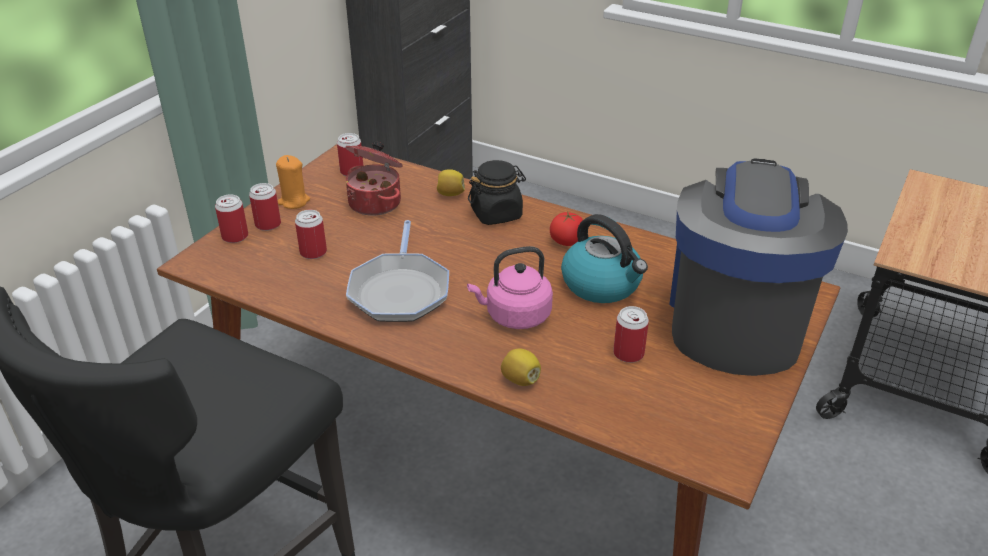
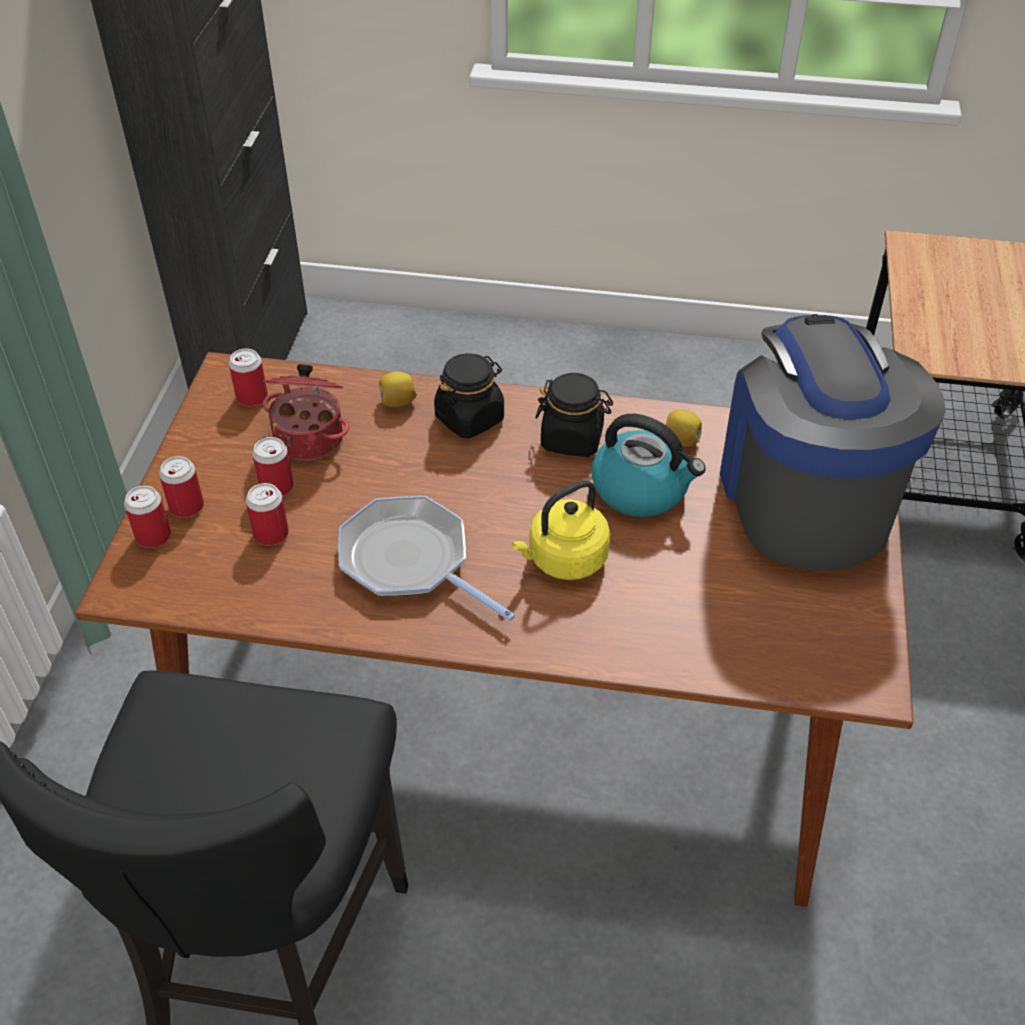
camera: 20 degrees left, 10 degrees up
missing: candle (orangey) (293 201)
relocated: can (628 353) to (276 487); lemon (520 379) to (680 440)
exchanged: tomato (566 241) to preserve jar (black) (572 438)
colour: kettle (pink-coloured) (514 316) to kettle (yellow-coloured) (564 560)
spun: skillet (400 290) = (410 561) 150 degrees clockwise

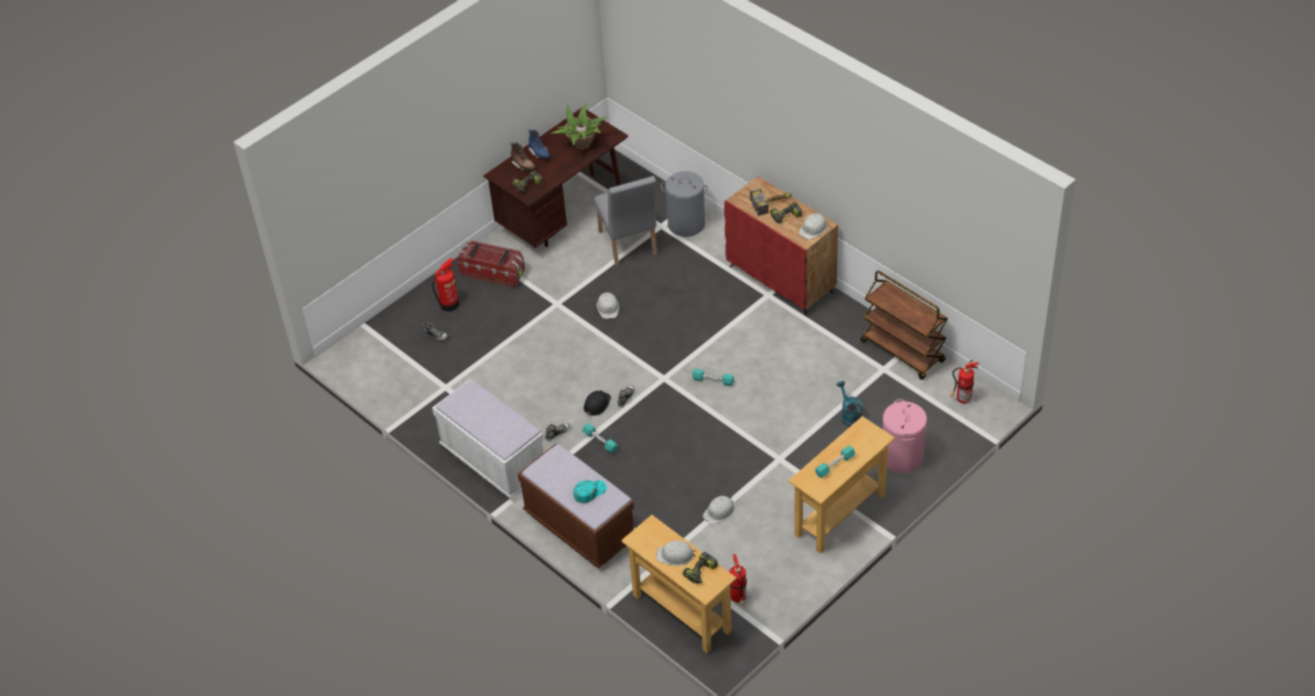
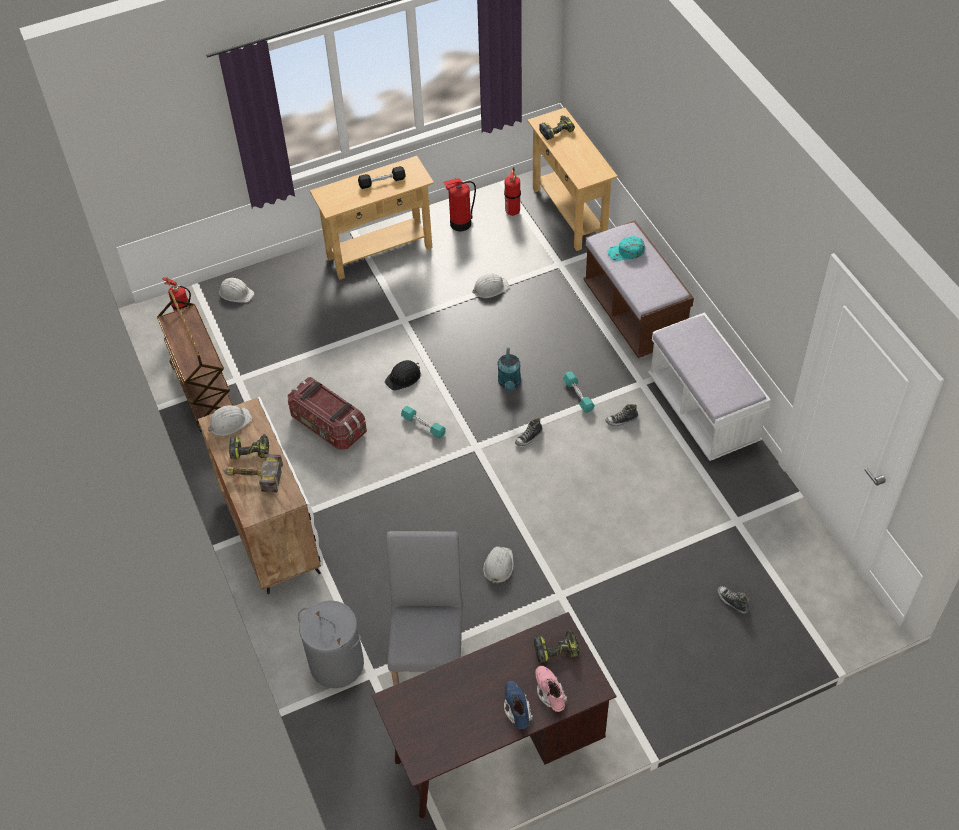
camera: 160 degrees left, 5 degrees up
missing: plant in a pot (582 144); laundry basket (pink-coloured) (902 457)
relocated: work helmet (whitish) (675 555) to (236 293); storage bin (493 273) to (328 425); work helmet (black) (596 404) to (403 377); fire-fighting cylinder (450 304) to (460 224); watering pot (blue-green) (849 415) to (509 383)
colour: storage cabinet (reddish) (781 279) to storage cabinet (whitish) (270 530); dumbbell (blue-green) (835 465) to dumbbell (black) (382 182); tall boot (brown-coloured) (523 165) to tall boot (pink-coloured) (550 692)

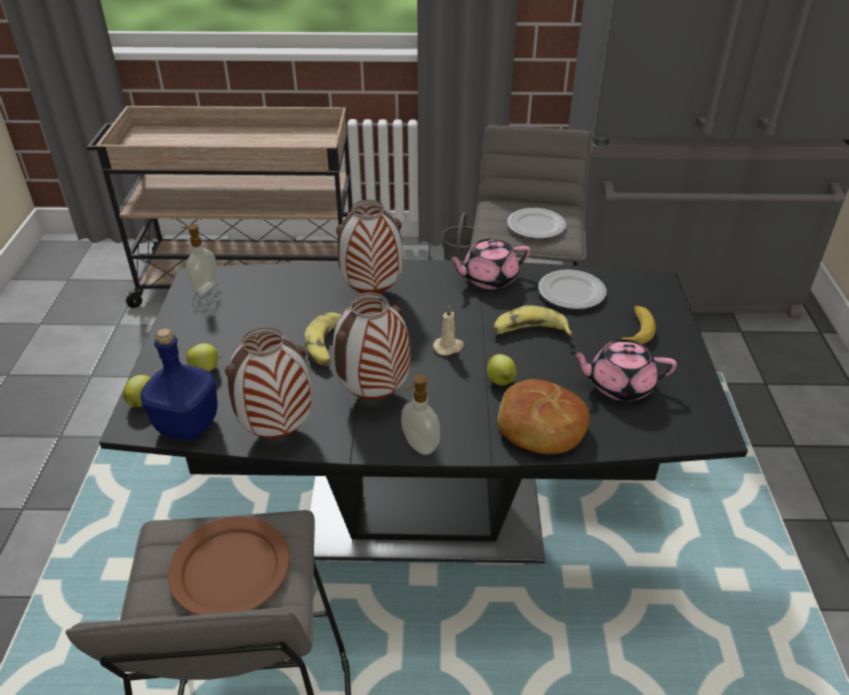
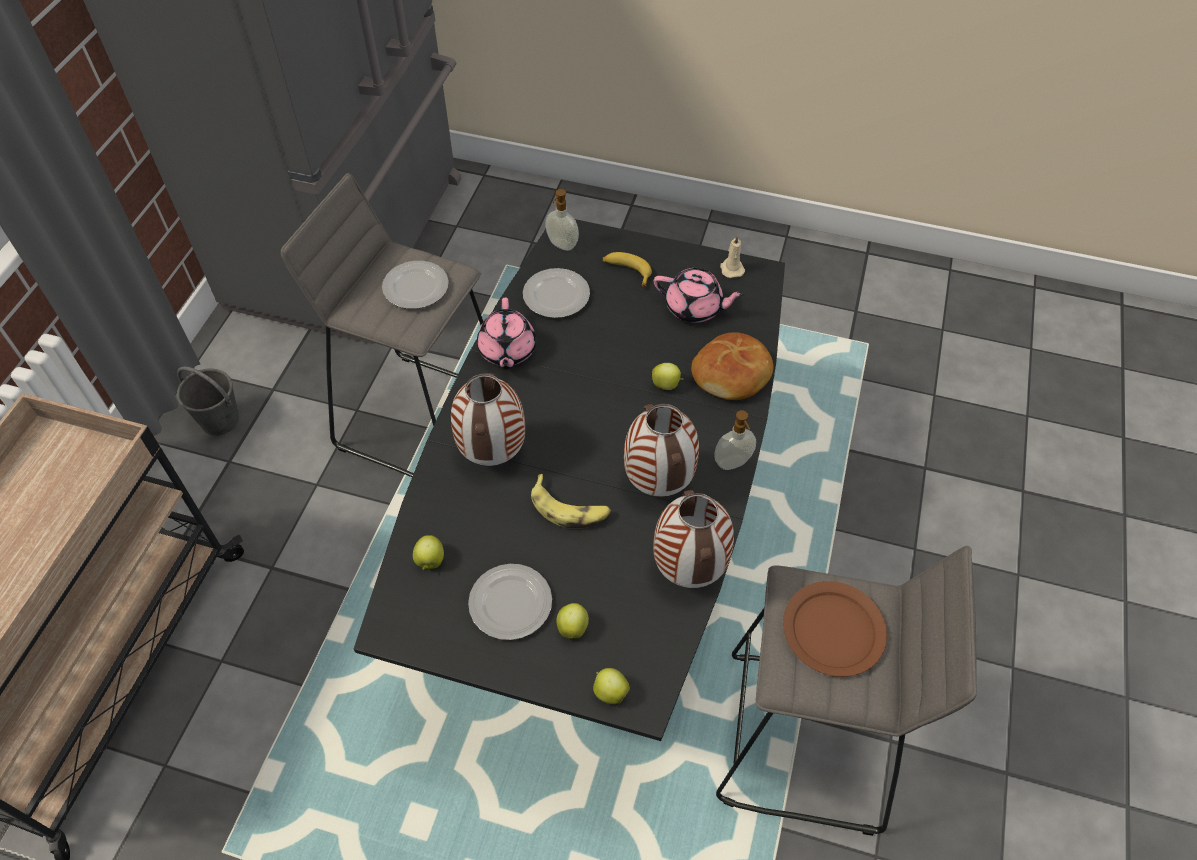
camera: 75 degrees left, 15 degrees up
missing: drink bottle (blue-coloured) (189 425); banana fruit (529 331)
appeared: apple fruit (430 561); flat dish (509 604)
relocated: liquid soap bottle (204 287) to (561 245); candle (sand-coloured) (449 347) to (731 268)
spun: teapot (pink-coloured) (619 385) = (694 308) 90 degrees counterclockwise

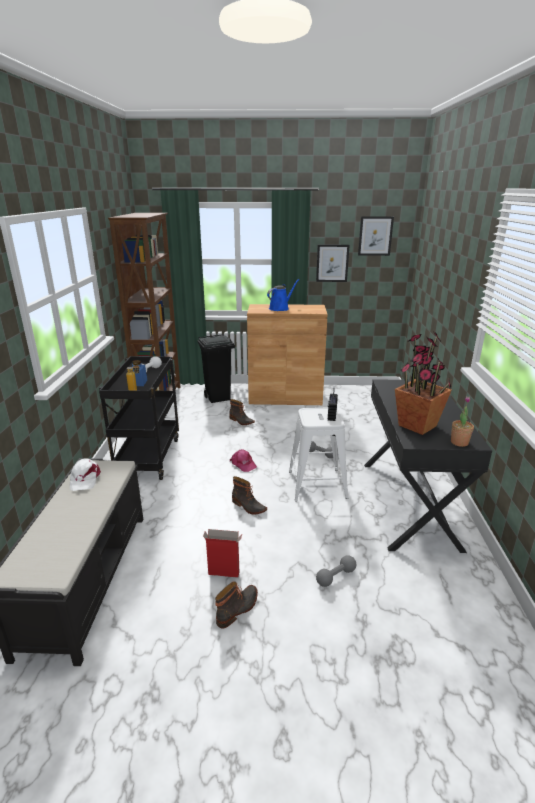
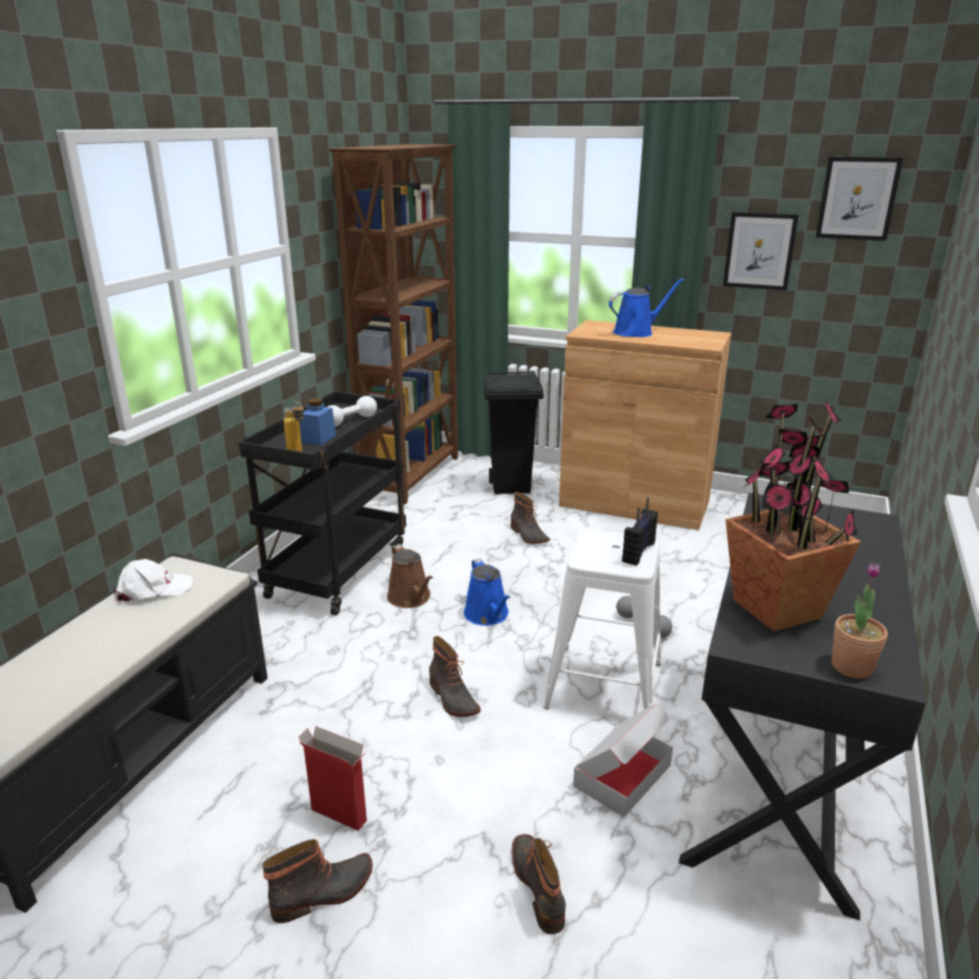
camera: 20 degrees right, 0 degrees up
appeared: watering pot (brown-coloured) (411 598); packing box (622 775)
exchanged: baseball cap (pink-coloured) (243 464) to watering pot (blue-coloured) (488 615); dumbbell (gray) (336 576) to tall boot (540 886)
spun: baseball cap (whitish) (84 479) = (152 589) 120 degrees counterclockwise

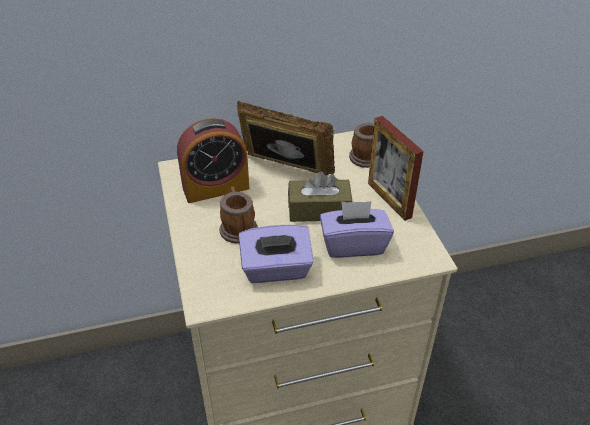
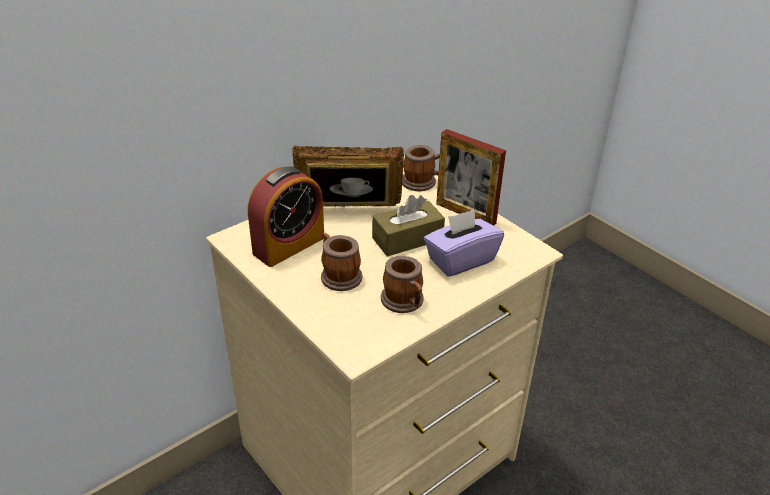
camera: 25 degrees left, 5 degrees down
exchanged: tissue holder (purplish) (276 270) to coffee mug (405 302)

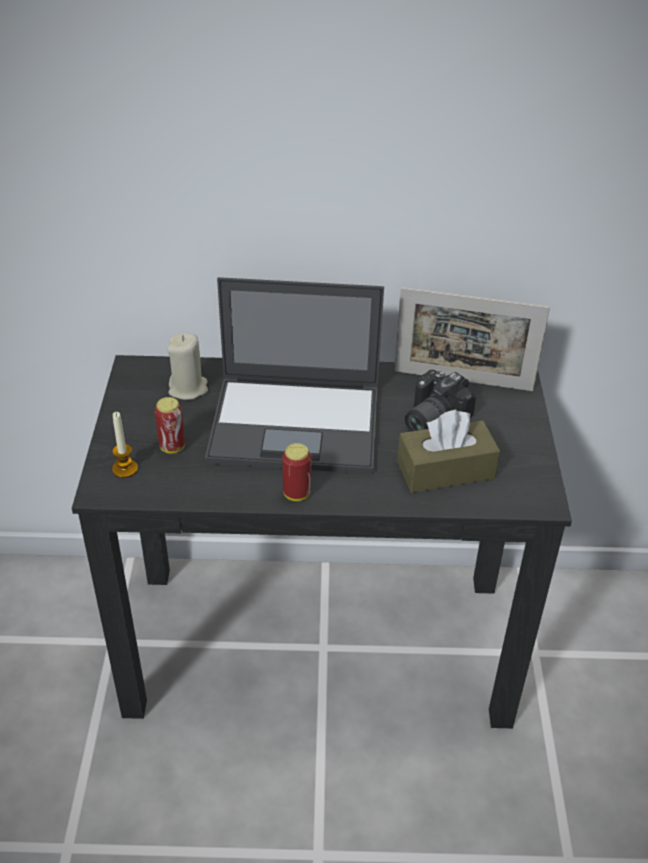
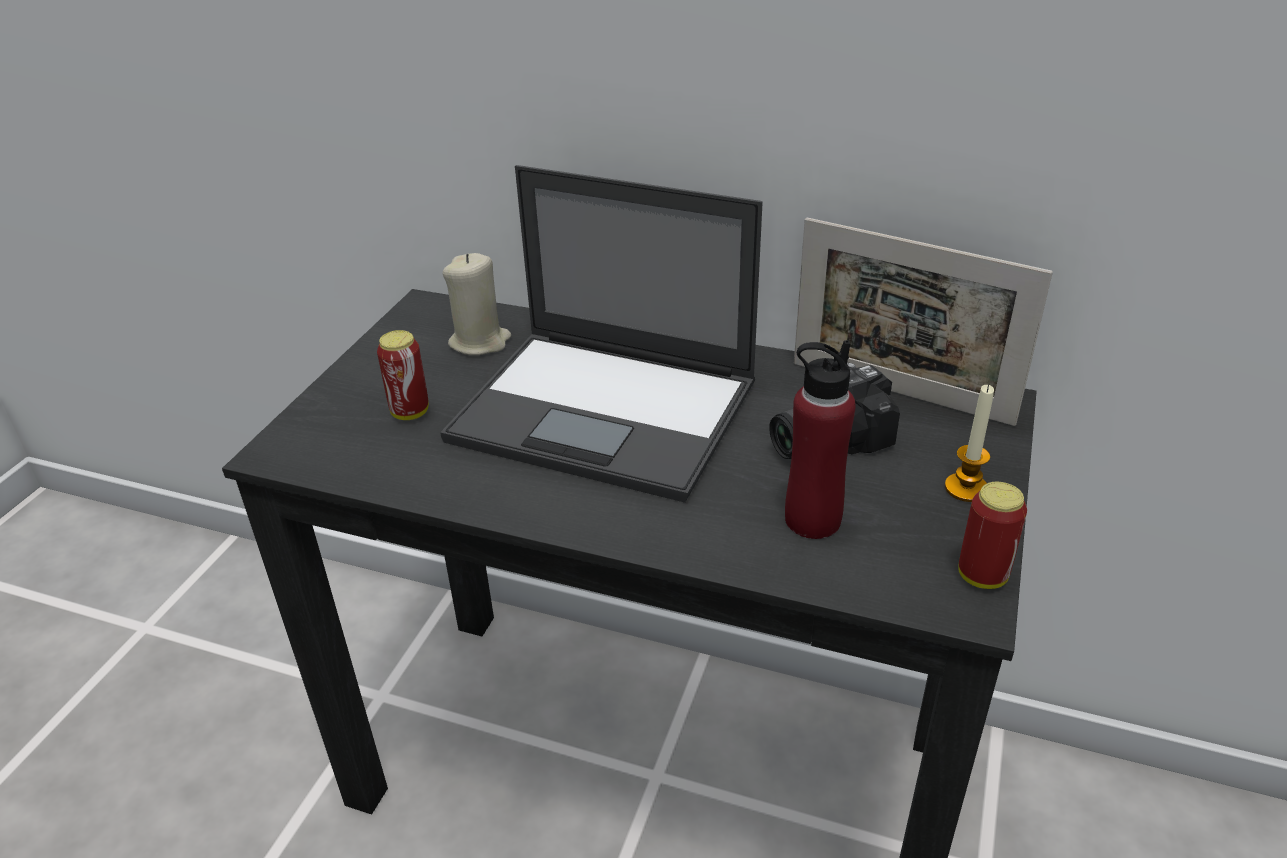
camera: 20 degrees right, 5 degrees down
relocated: candle (125 469) to (966 488); can (296 494) to (982 576)
exchanged: tissue holder (brown-coloured) (445 470) to drink bottle (reddish) (812 520)

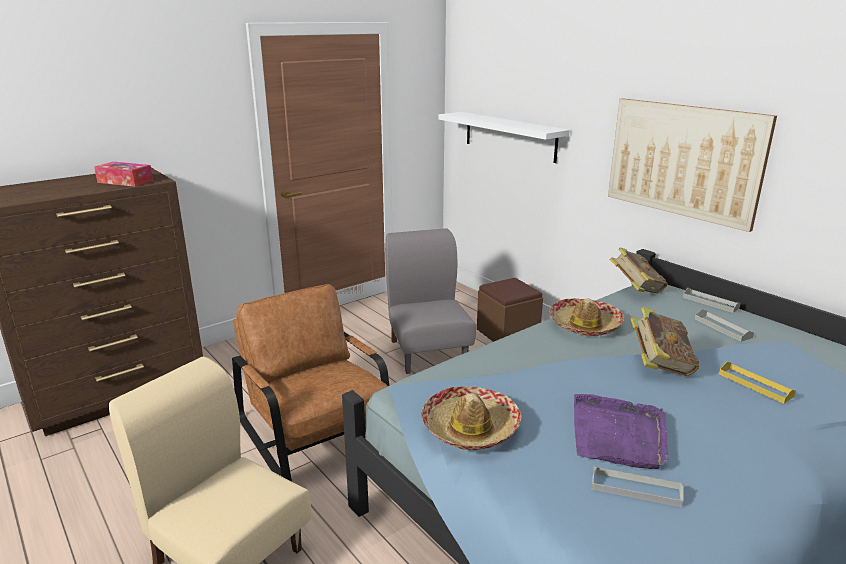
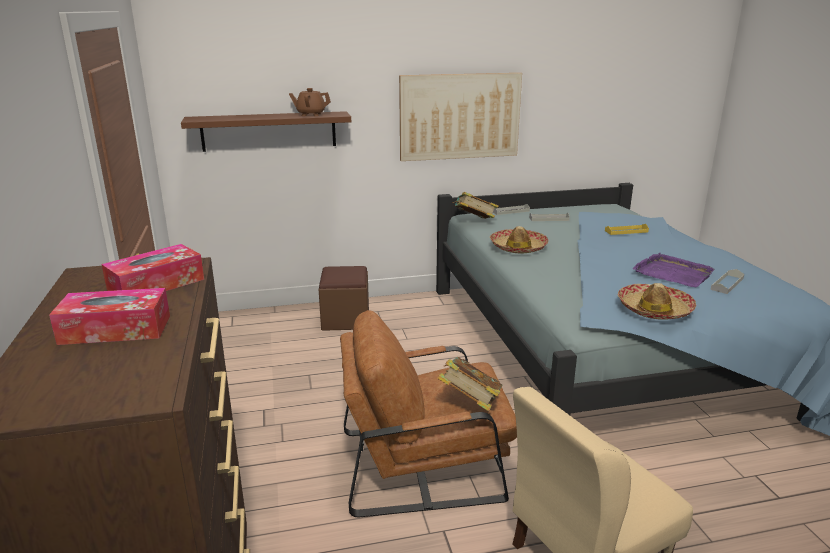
camera: 65 degrees left, 0 degrees up
missing: chair (gray) (428 352)
appeared: tissue holder (116 329); teapot (brown-coloured) (311 114)
relocated: bound book (659 365) to (469 403)
colour: bracket shelf (whitish) (509 136) to bracket shelf (brown-coloured) (269 131)

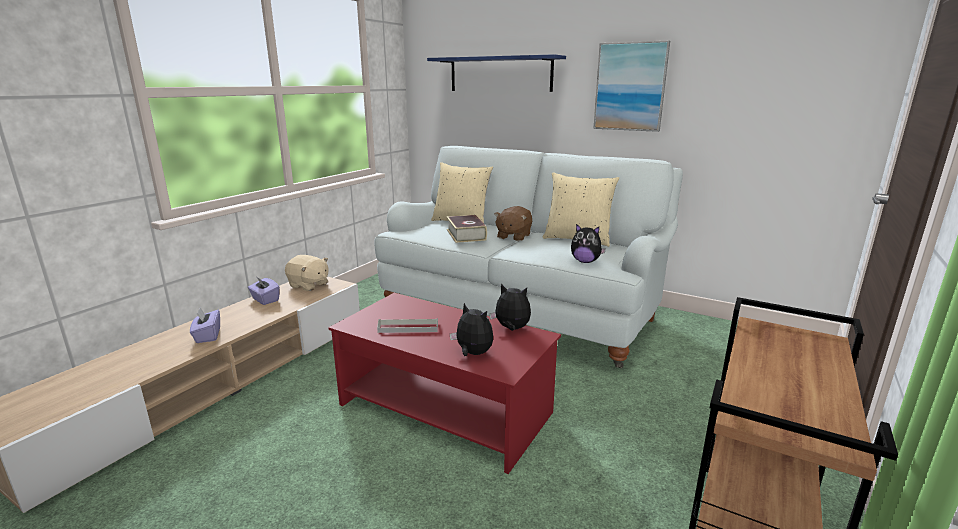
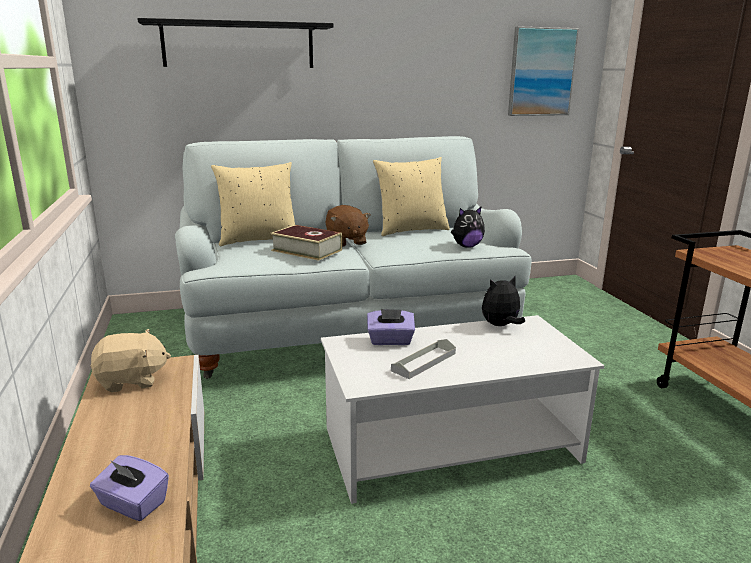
camera: 45 degrees left, 0 degrees up
missing: soft toy (472 353)
relocated: tissue holder (purplish) (265 300) to (390 341); picture (630 87) to (541 72)
colour: bracket shelf (blue-coloured) (500 74) to bracket shelf (black) (239 45); coffee table (reddish) (446 409) to coffee table (whitish) (452 444)

